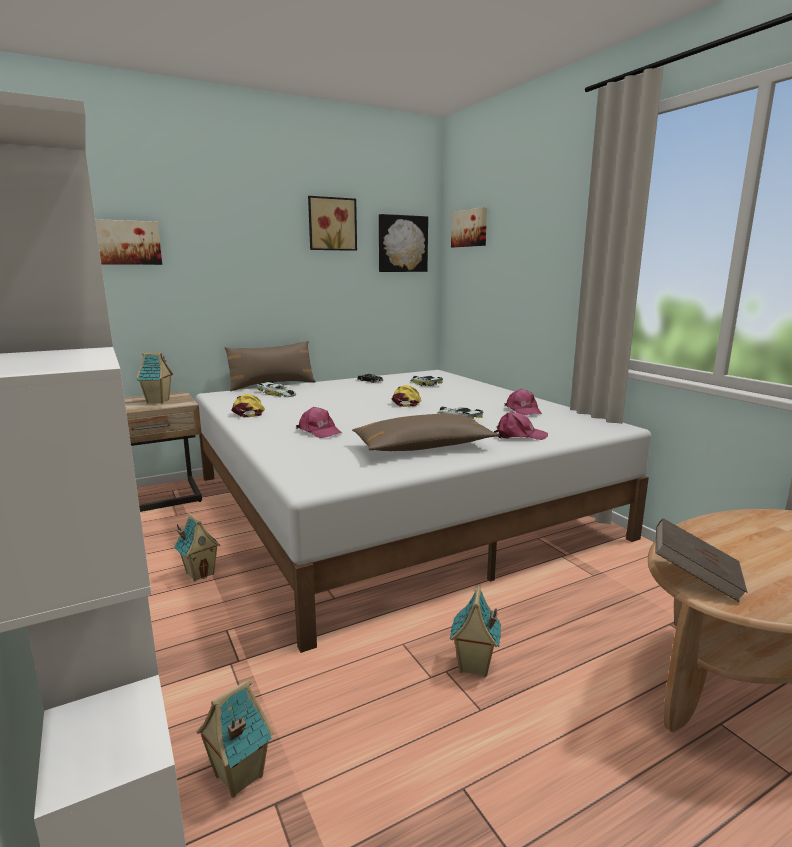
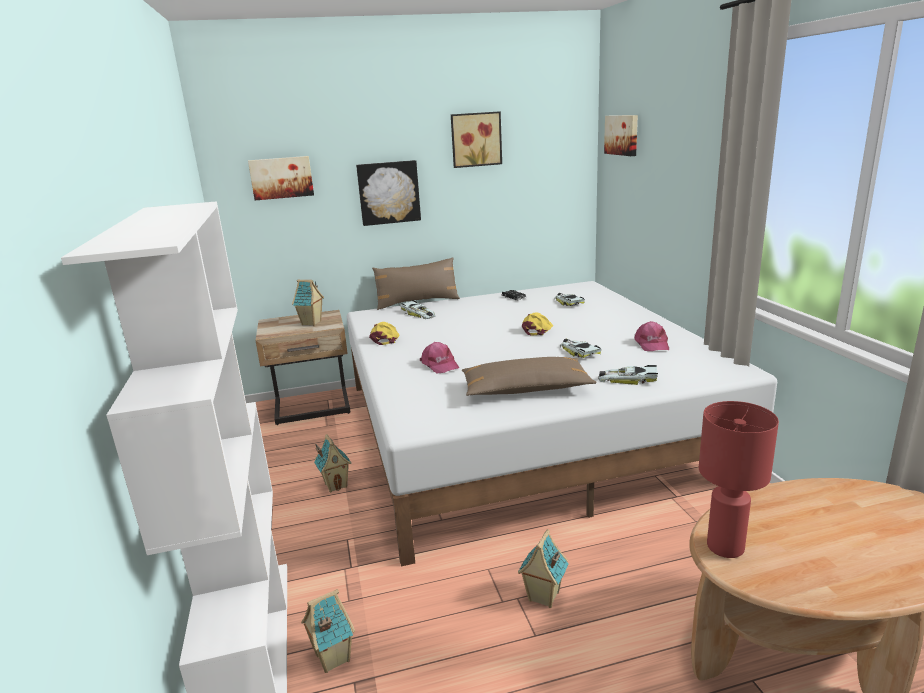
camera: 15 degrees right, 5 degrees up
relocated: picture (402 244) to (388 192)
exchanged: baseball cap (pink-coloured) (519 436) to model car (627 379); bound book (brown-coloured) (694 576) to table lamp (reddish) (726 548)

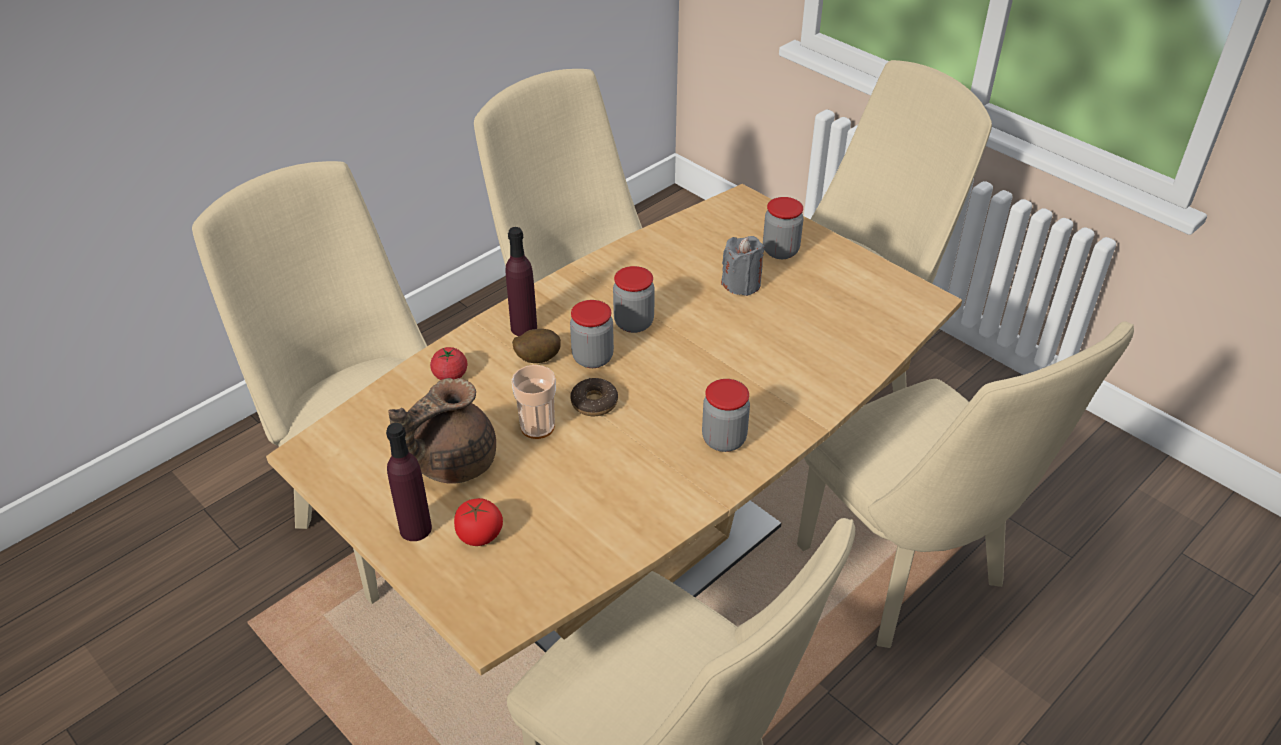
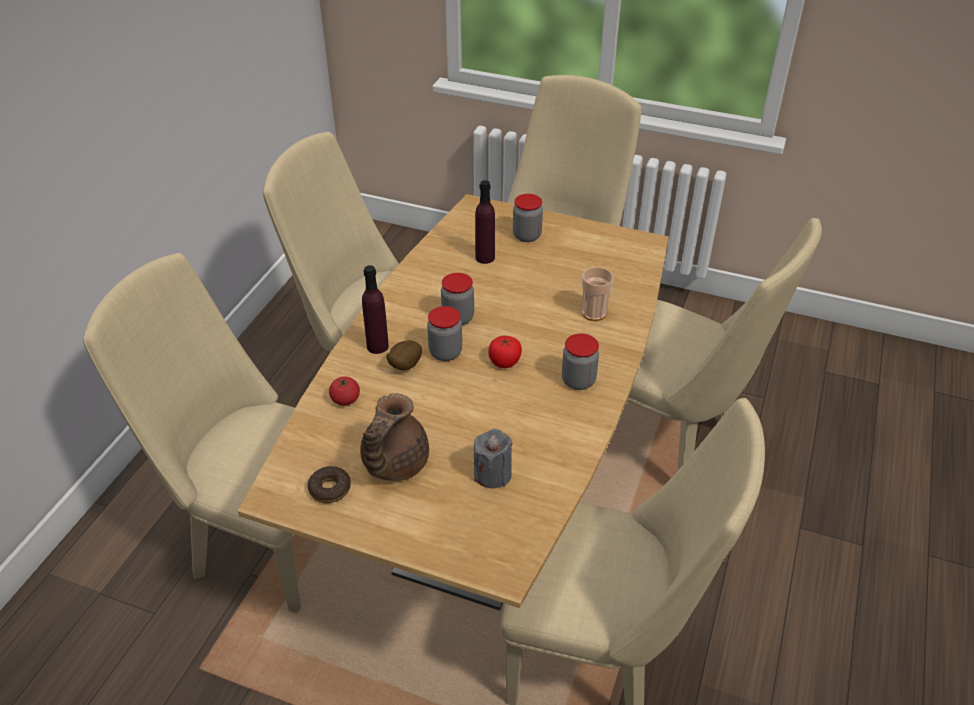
camera: 25 degrees left, 0 degrees up
relocated: ring doughnut (594 403) to (330 489); candle (gray) (741 284) to (492 474); drink bottle (purplish) (415 528) to (485 257); tomato (479 535) to (504 362); drinking cup (537 427) to (594 313)

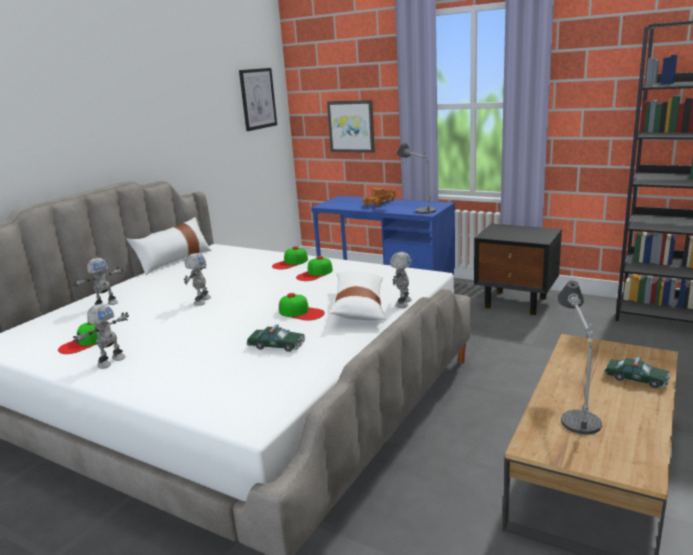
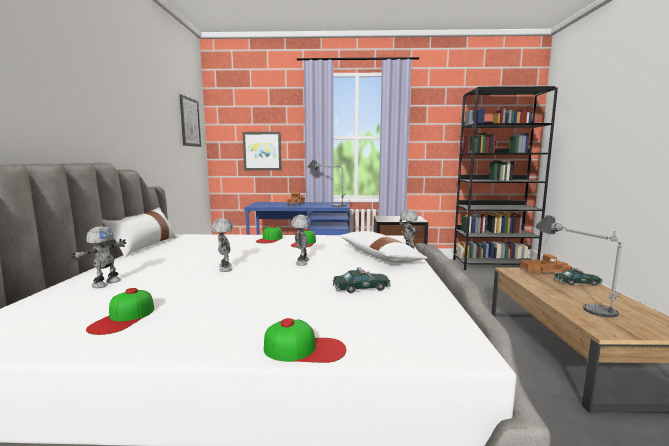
camera: 30 degrees left, 10 degrees down
appeared: toy truck (544 271)
relocated: baseball cap (301 312) to (305 349); toy robot (110 361) to (301 262)

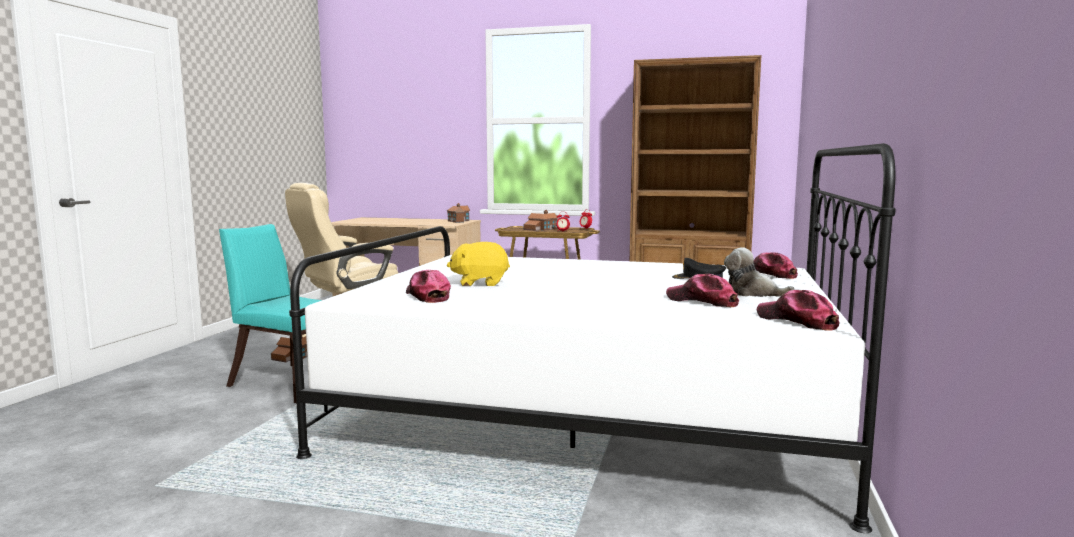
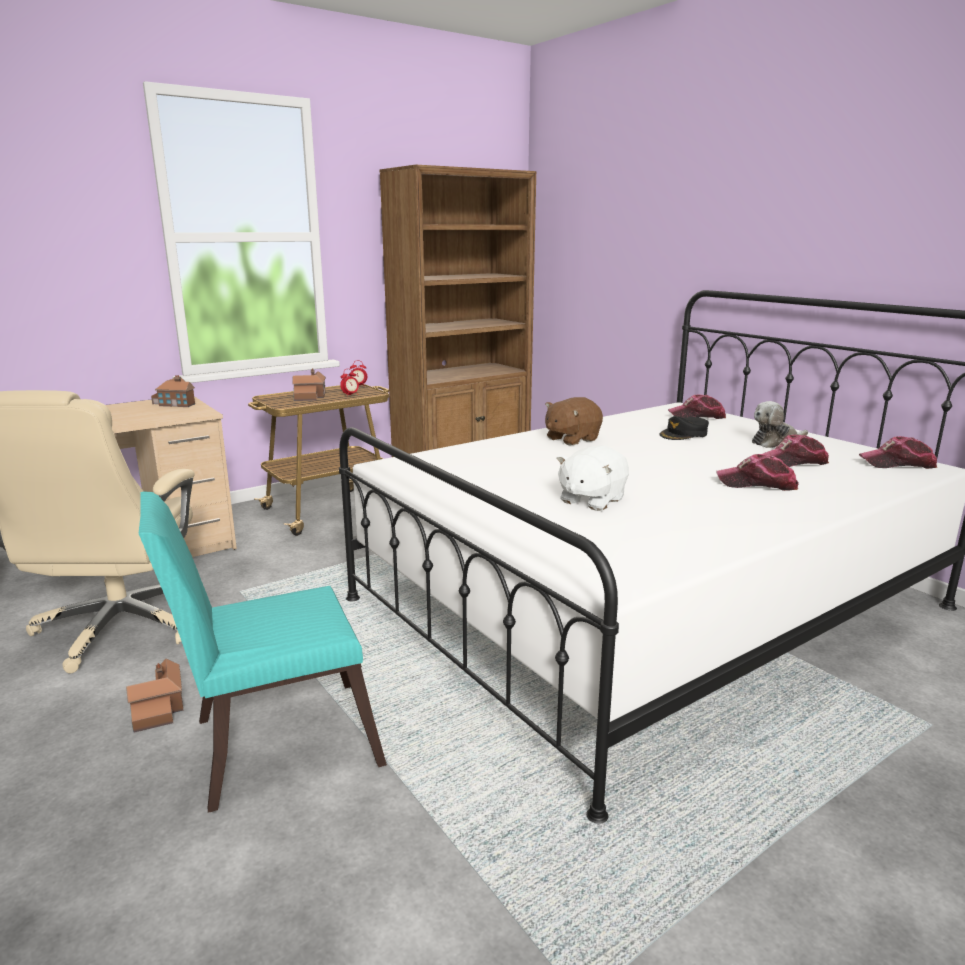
camera: 50 degrees left, 10 degrees up
appeared: soft toy (brown-coloured) (571 439)
relocated: baseball cap (427 296) to (757 484)
colour: soft toy (yellow-coloured) (480 283) to soft toy (whitish) (591 500)

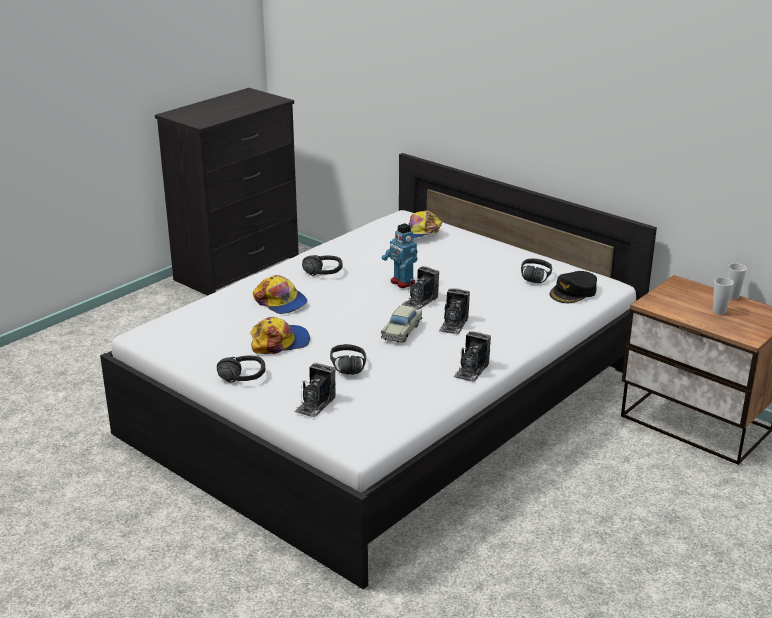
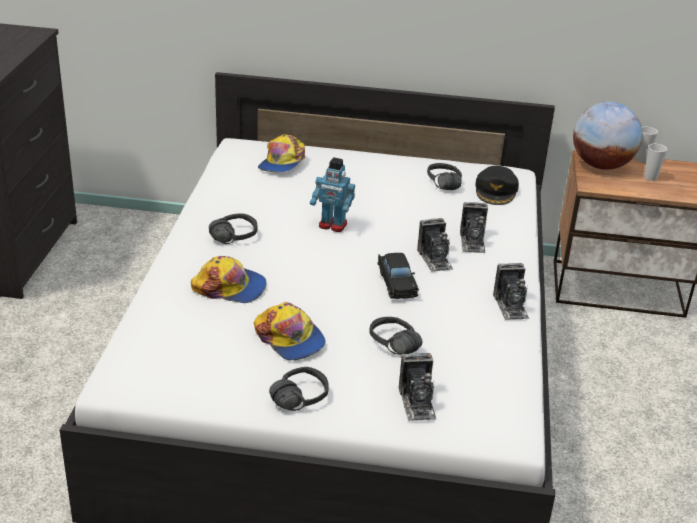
camera: 35 degrees left, 5 degrees up
appeared: globe (601 165)
relocated: still camera (420 301) to (472 242)
colour: model car (sand-coloured) (402 331) to model car (black) (396 283)
spun: baseball cap (280 342) = (290 338) 105 degrees clockwise

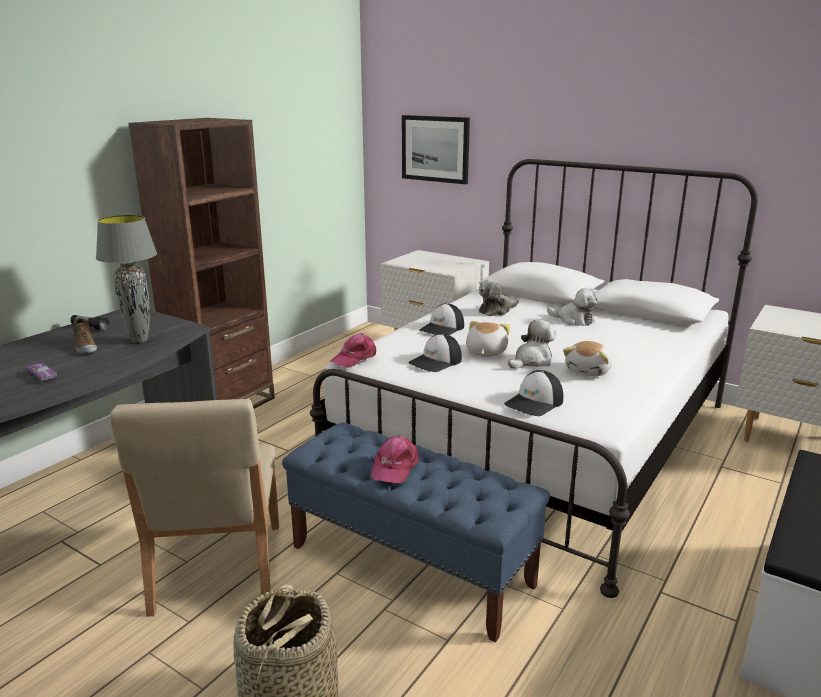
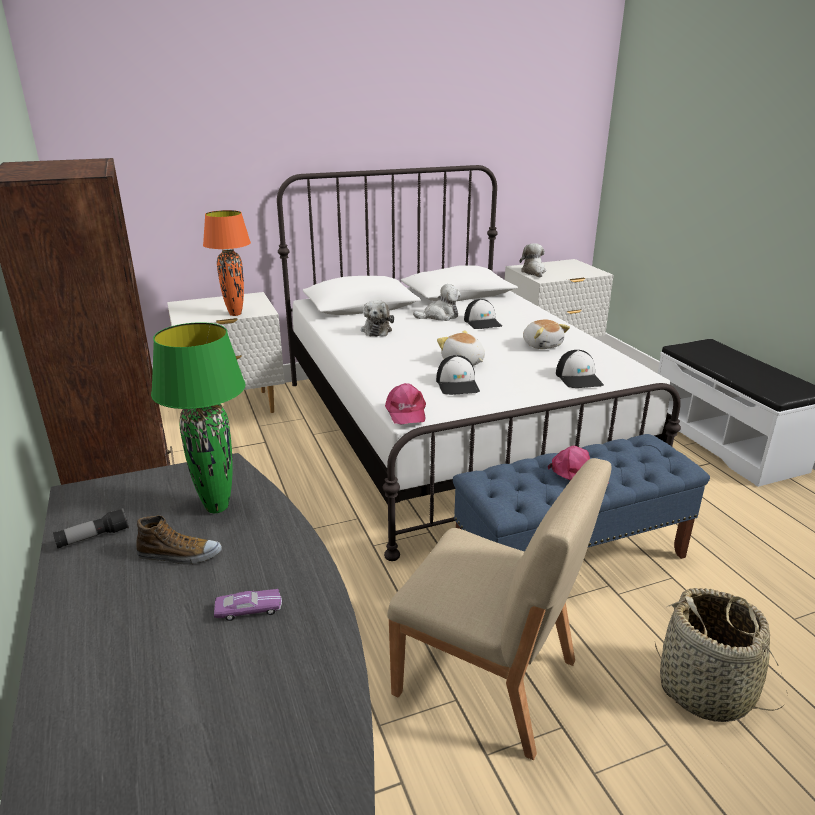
camera: 55 degrees left, 5 degrees up
missing: picture (435 149)
appeared: table lamp (orangey) (235 314)
relocated: baseball cap (442 328) to (483 322); soft toy (532 361) to (533 272)
colour: table lamp (gray) (140 340) to table lamp (greenish) (217 507)

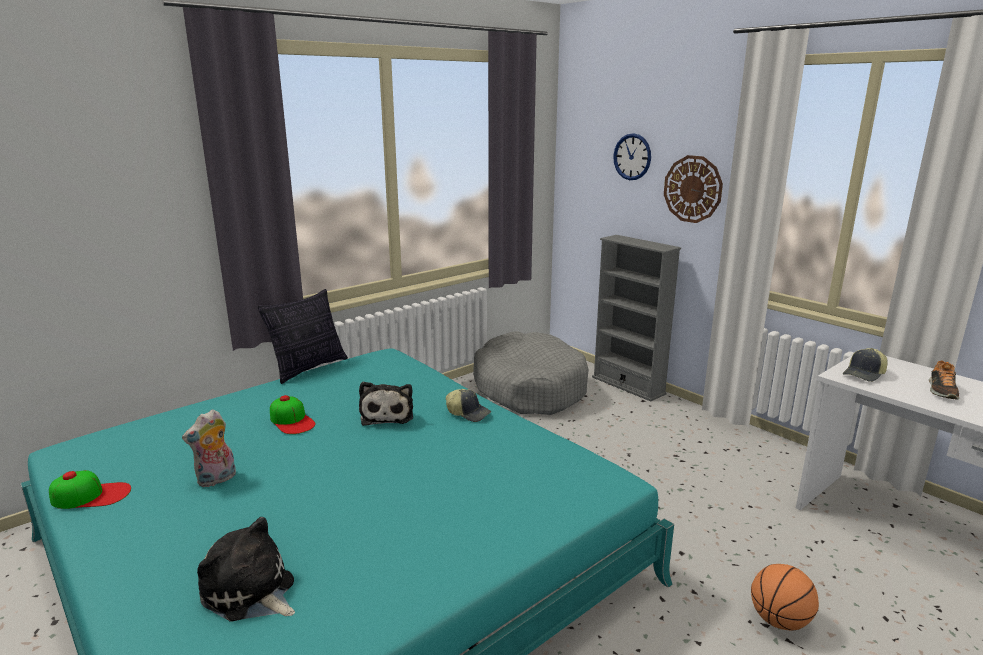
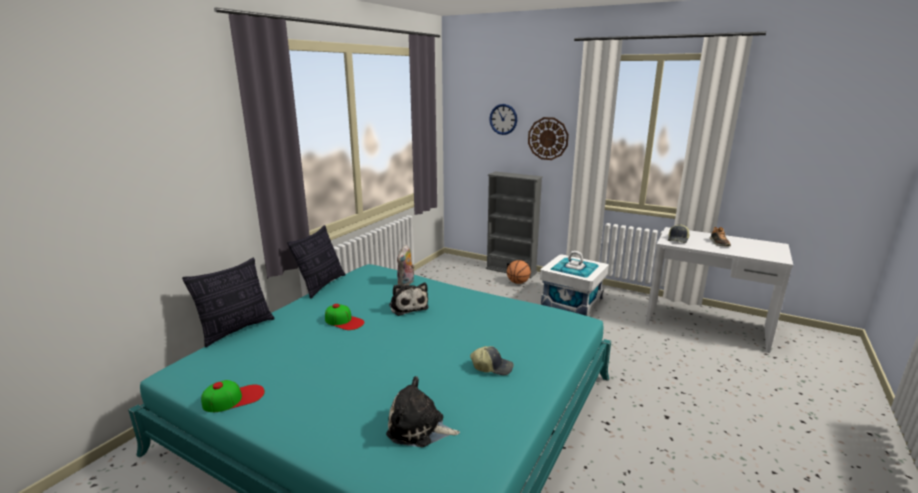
camera: 20 degrees left, 0 degrees up
missing: pet bed (gray) (529 388)
appeared: cushion (236 329); storage bin (whitish) (572 301)
relocated: soft toy (216 480) to (406 283); baseball cap (468 413) to (492 367); ball for basketball (779 620) to (518 283)

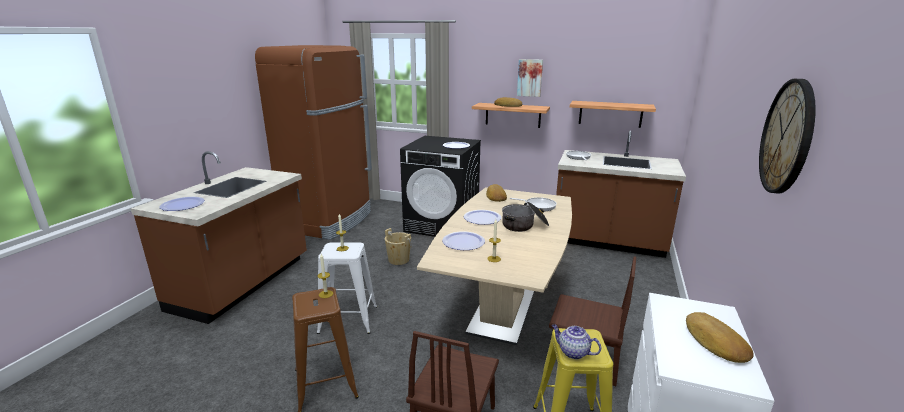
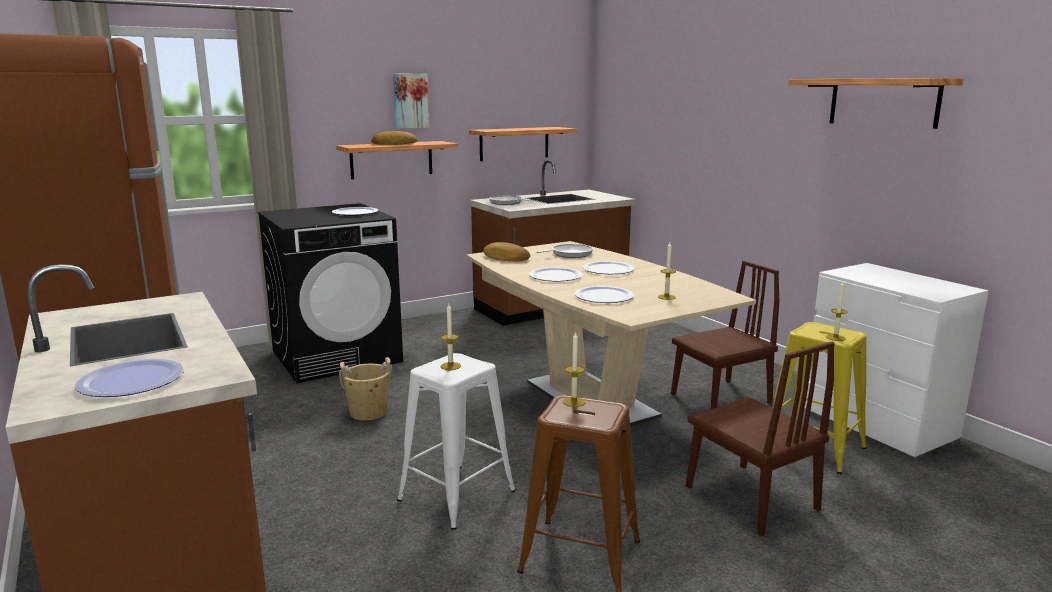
camera: 50 degrees left, 5 degrees down
missing: bread (714 342)
exchanged: saucepot (524 225) to flat dish (608 269); wall clock (787 137) to bracket shelf (883 102); teapot (573 352) to candle (835 338)

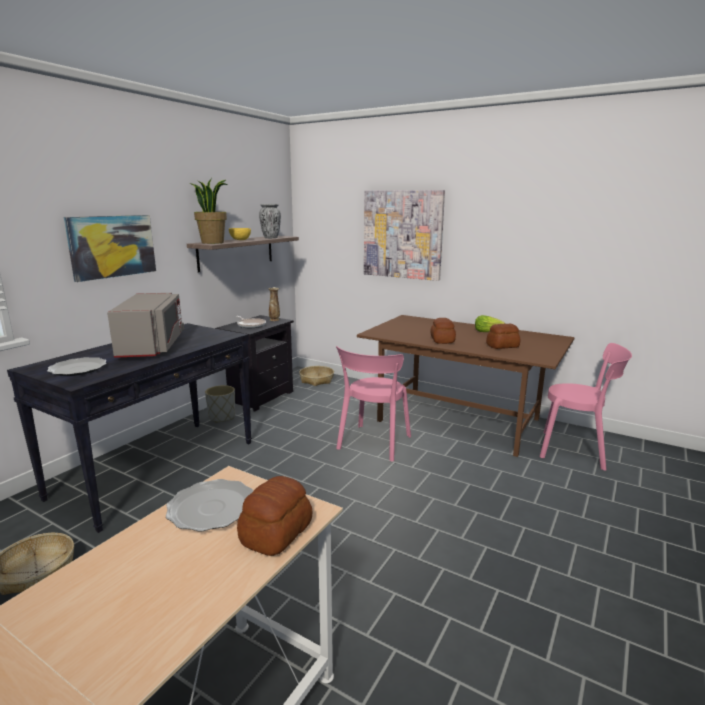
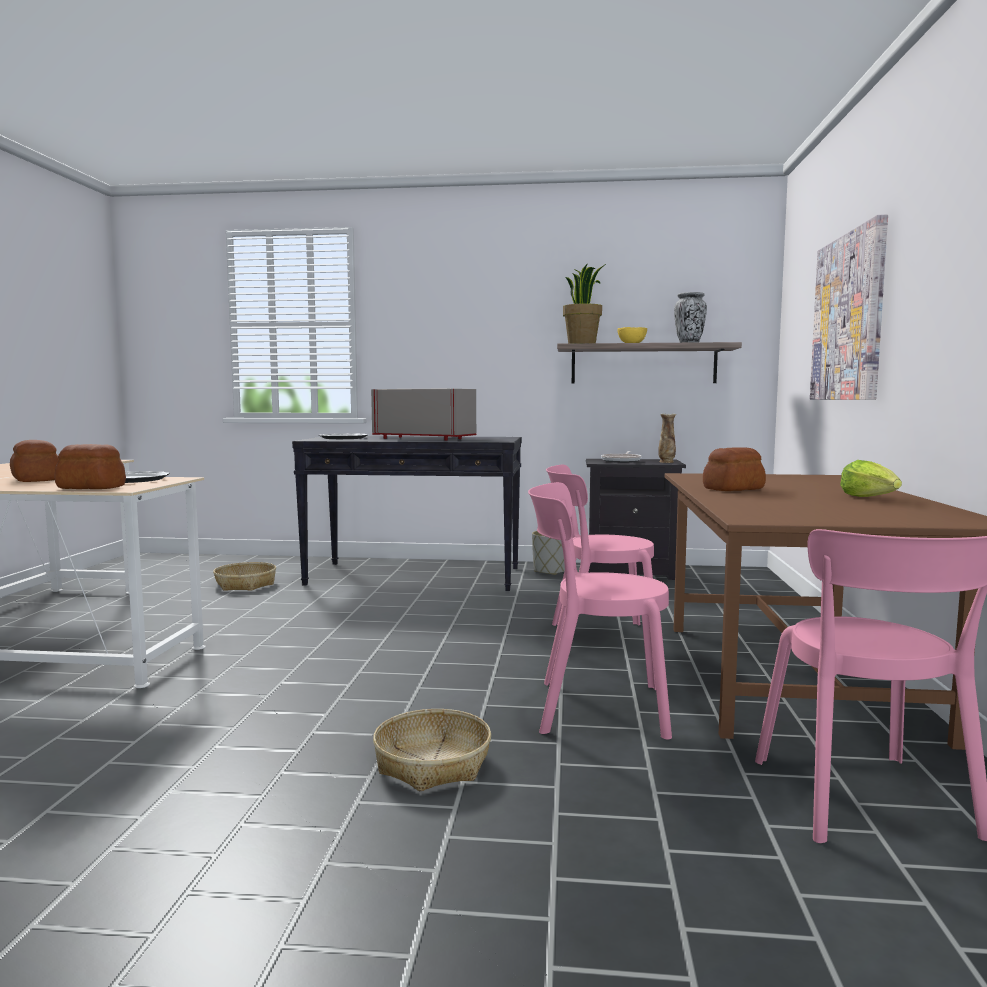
camera: 65 degrees right, 10 degrees down
missing: picture (112 246)
appeared: chair (pink-coloured) (593 708)
relocated: bread (503 346) to (36 479); household basket (317 380) to (432 764)
spun: kitchen microwave (gray) (152 346) = (426 438) 120 degrees counterclockwise

